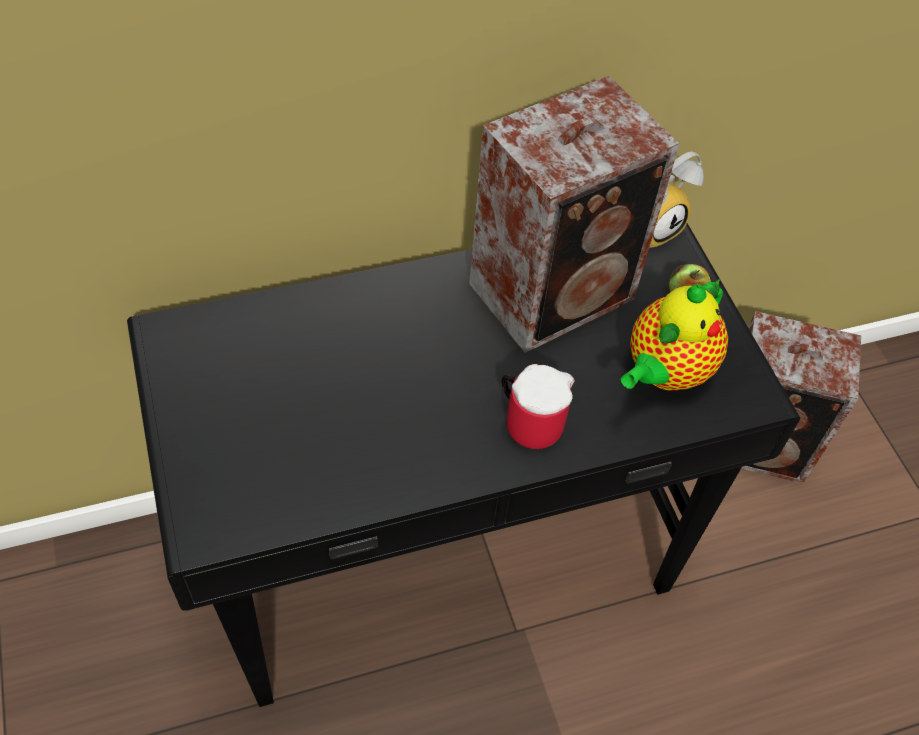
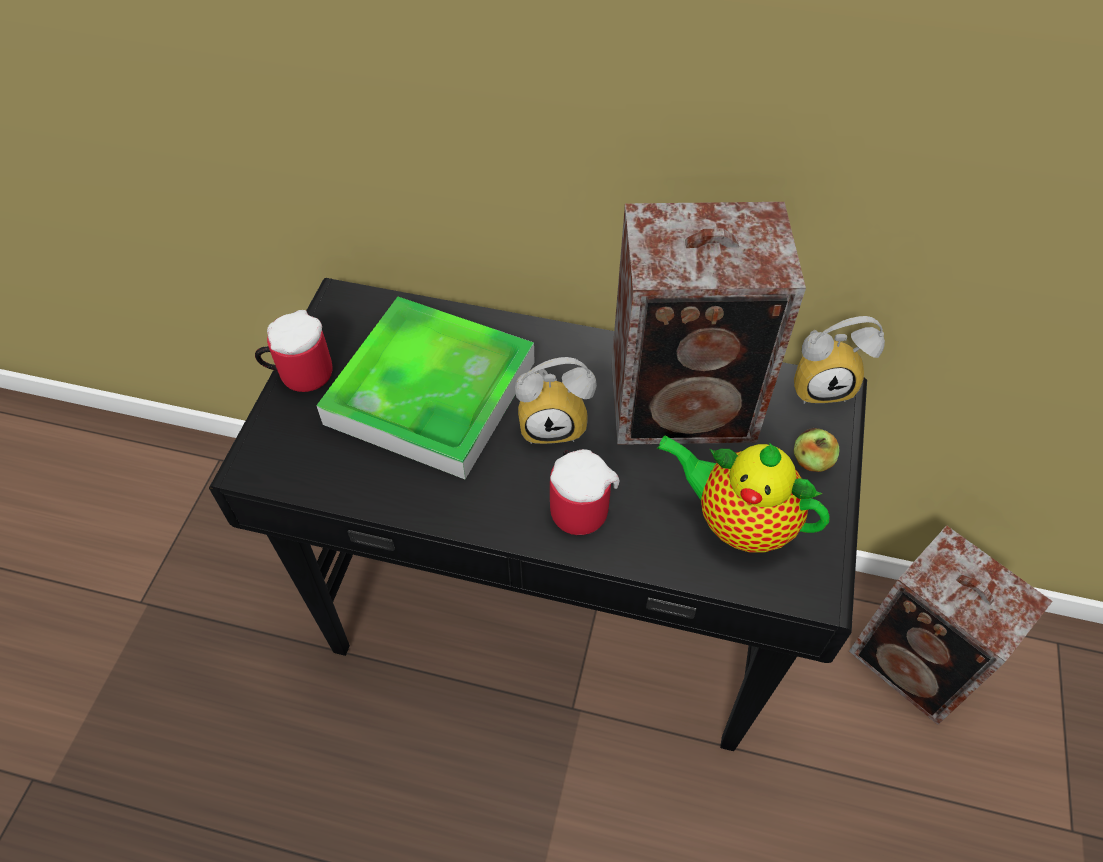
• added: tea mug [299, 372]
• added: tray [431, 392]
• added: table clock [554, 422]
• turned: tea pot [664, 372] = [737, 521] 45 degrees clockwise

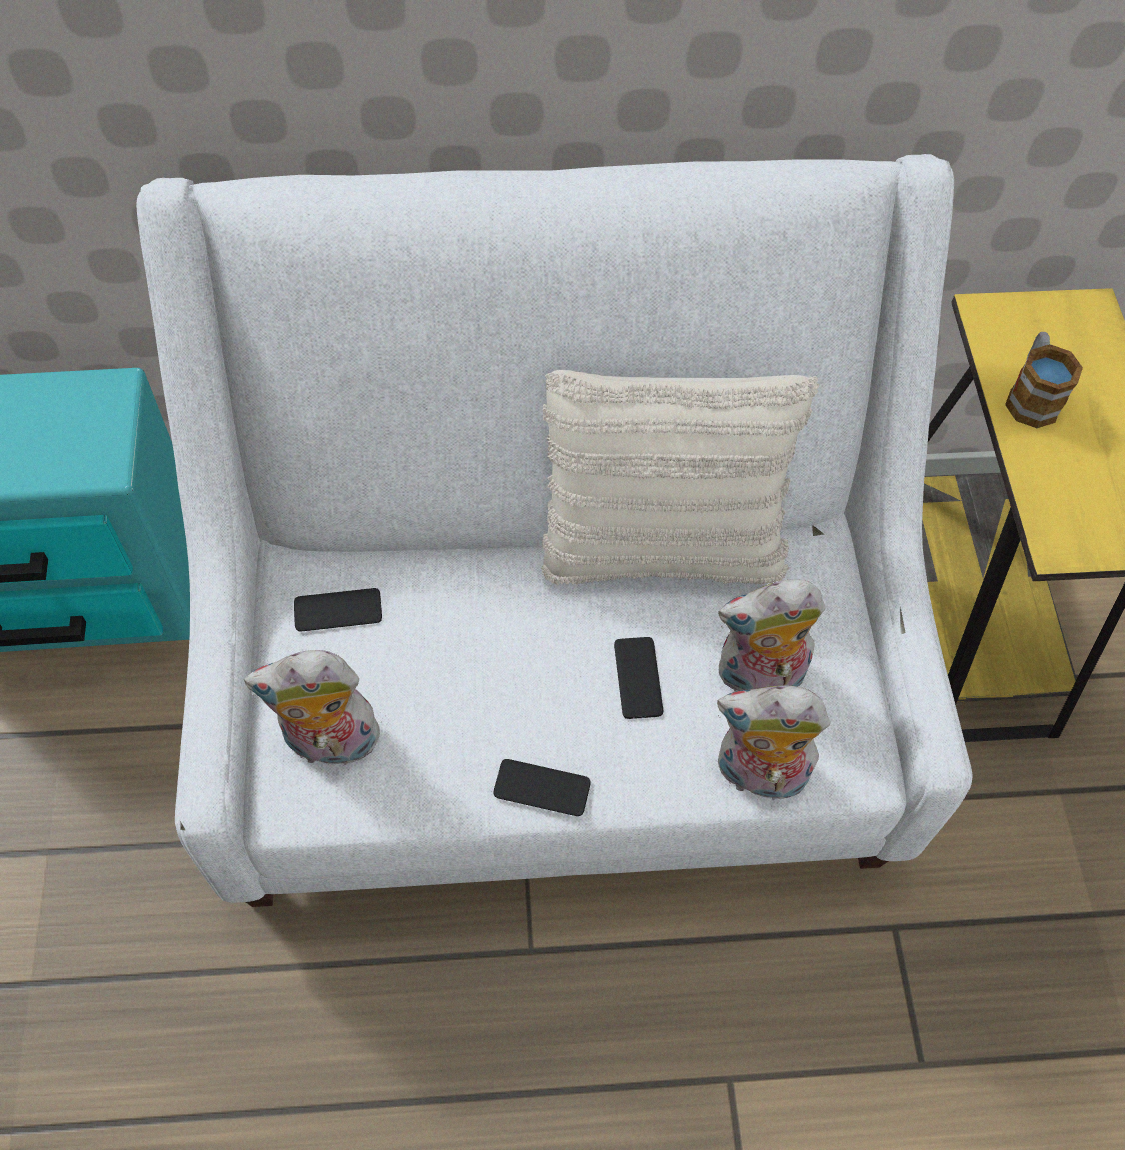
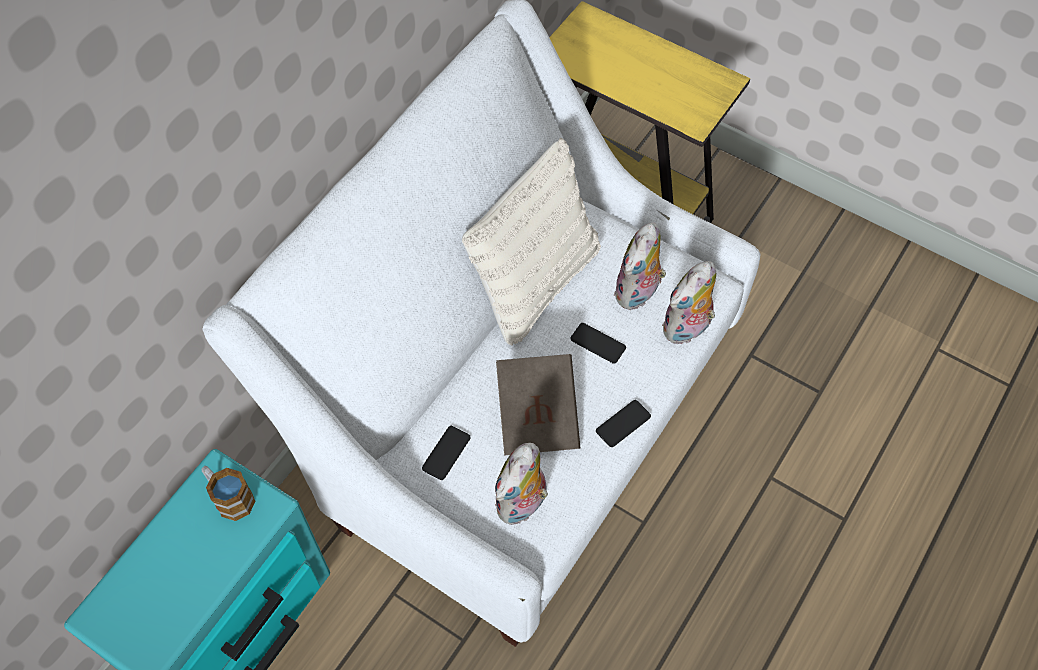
• moved: tea mug [1030, 396] to [229, 497]
• added: brown book [537, 416]

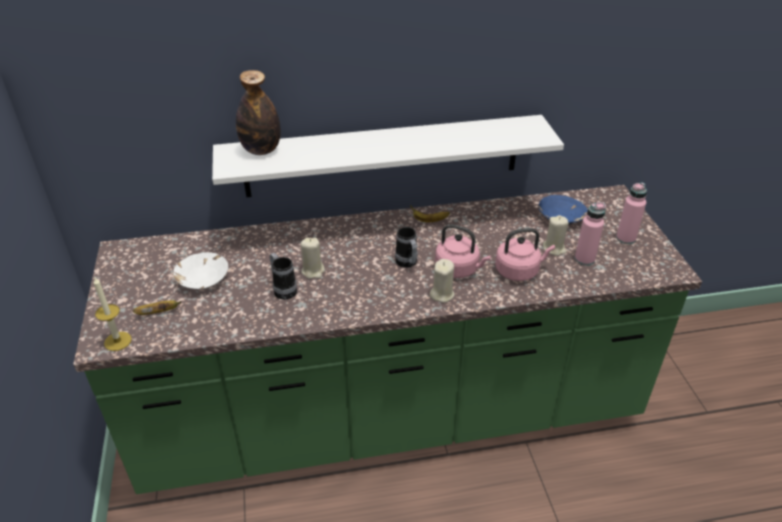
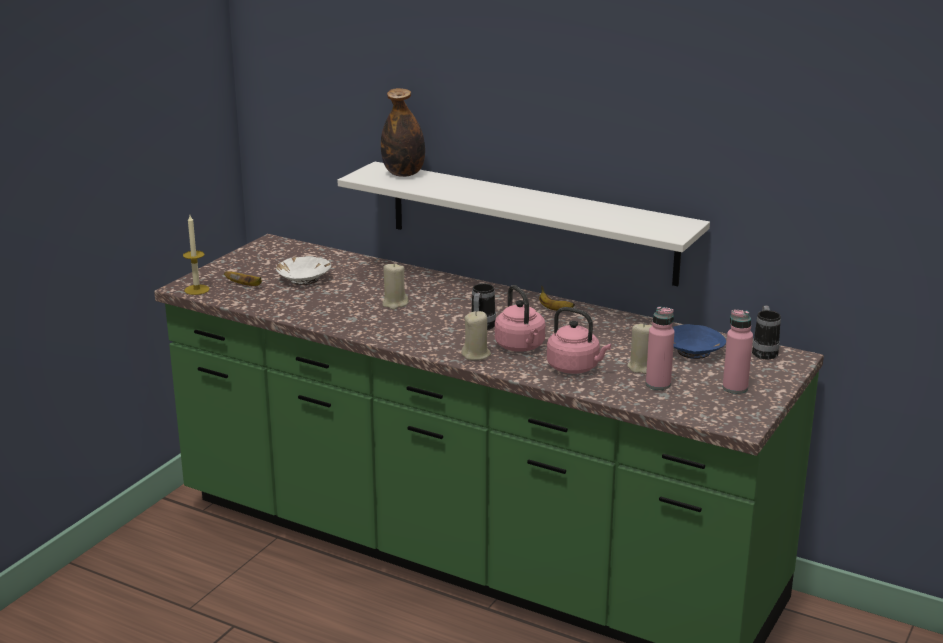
• moved: tea mug [283, 289] to [764, 351]

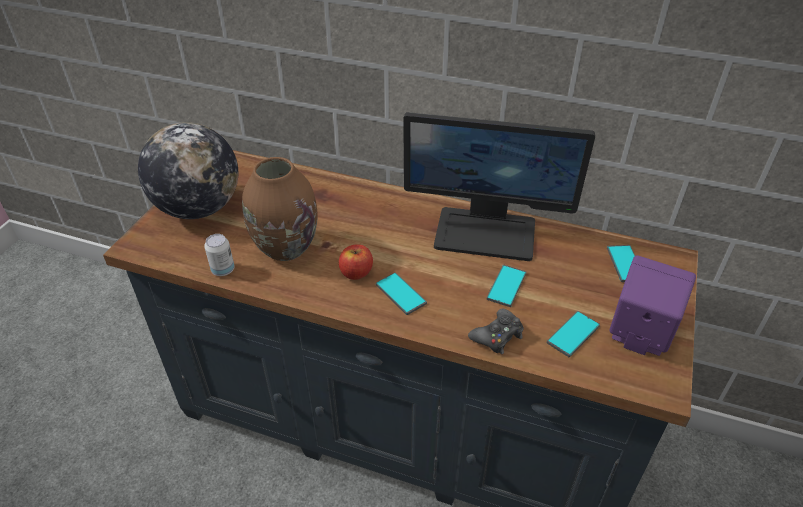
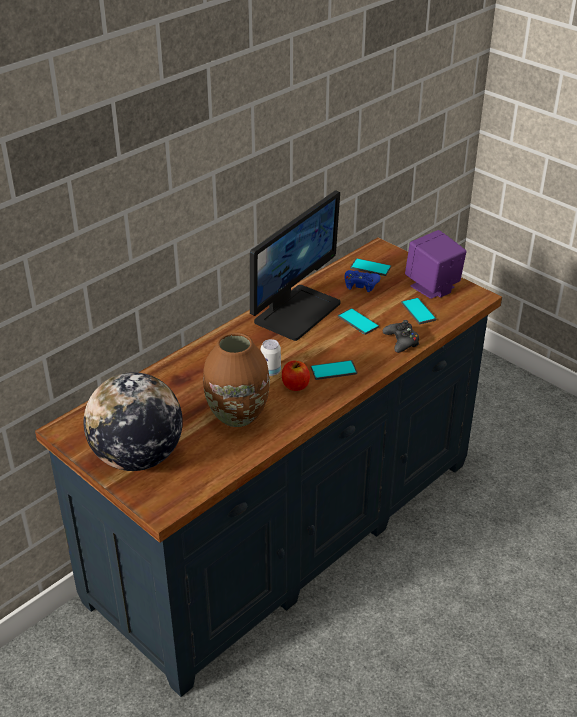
• moved: metal can [223, 270] to [271, 371]
• added: blue-coloured joypad [360, 284]

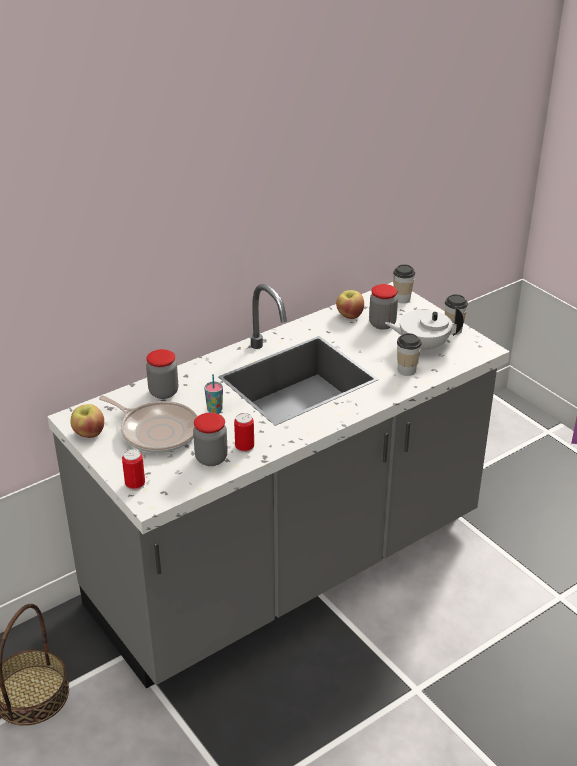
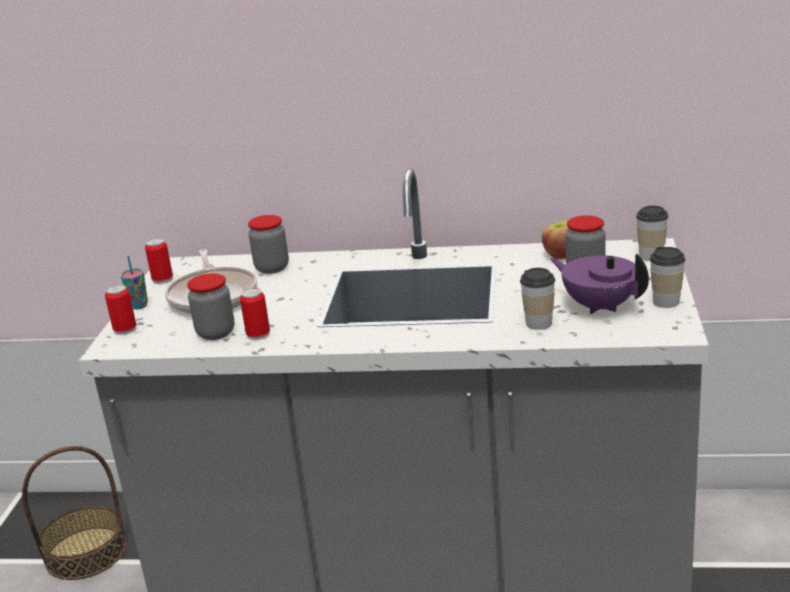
• moved: cup [214, 411] to [139, 306]
• replaced: apple fruit [89, 433] to metal can [162, 279]
• recoloured: whitish tea pot [423, 346] to purplish tea pot [599, 306]

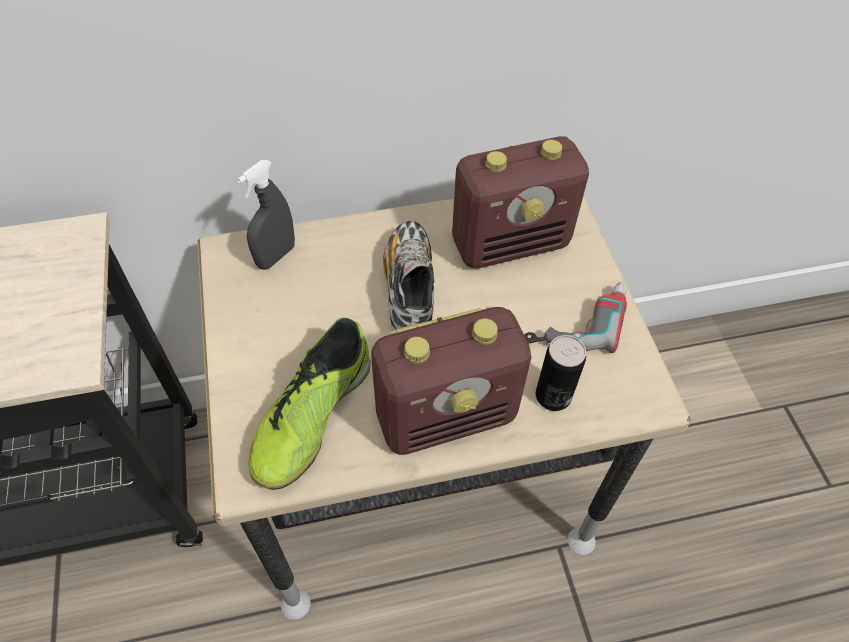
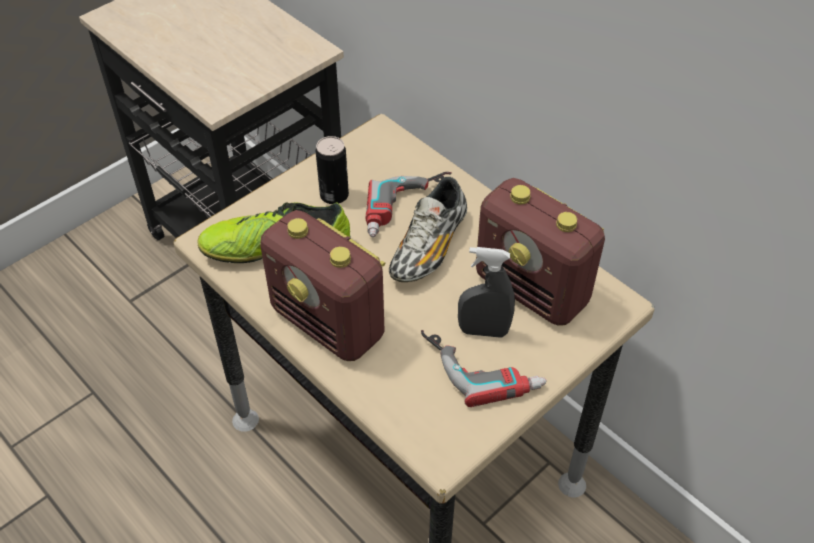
• moved: metal can [553, 396] to [334, 195]
• added: power drill [409, 209]
• turned: shoe [409, 289] = [429, 248] 150 degrees clockwise
• moved: gray hand sprayer [276, 256] to [483, 331]

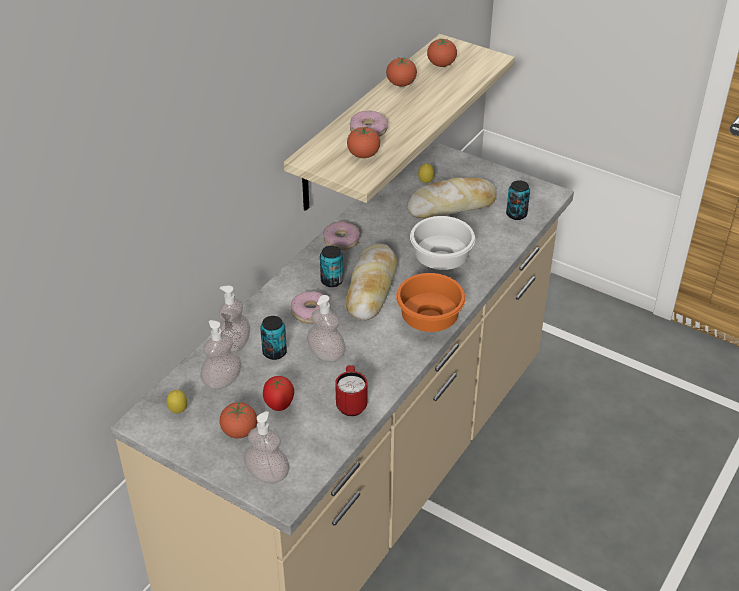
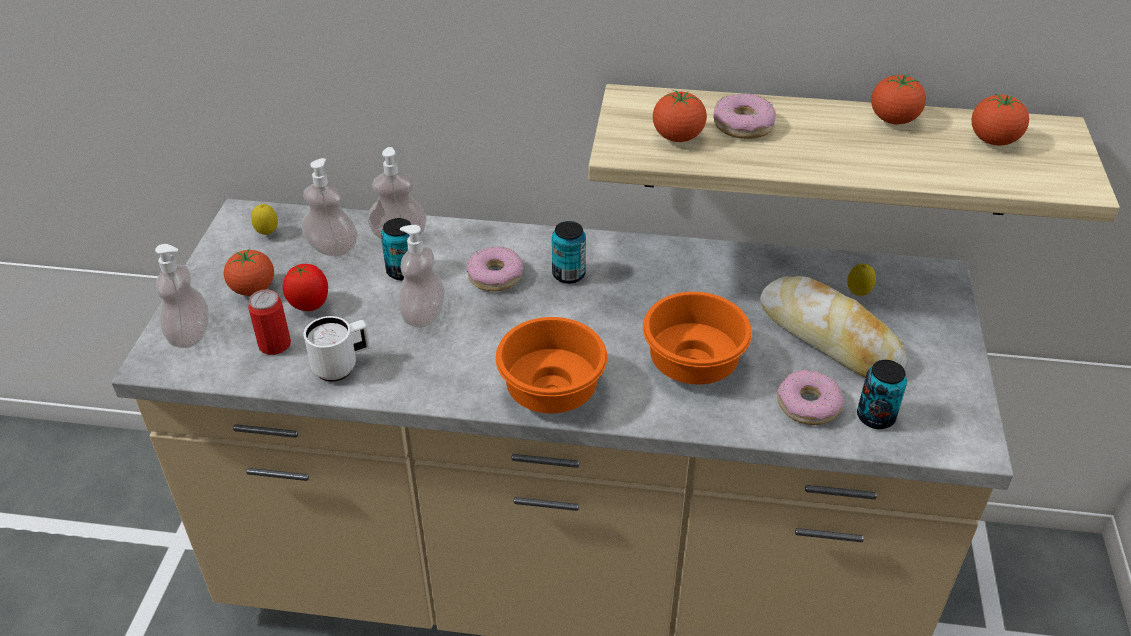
• added: metal can [274, 345]
• recoloured: red tea mug [351, 403] to whitish tea mug [342, 367]
• recoloured: whitish deep dish [439, 260] to orangey deep dish [690, 362]
• moved: doughnut [341, 240] to [808, 405]
• removed: bread [371, 288]

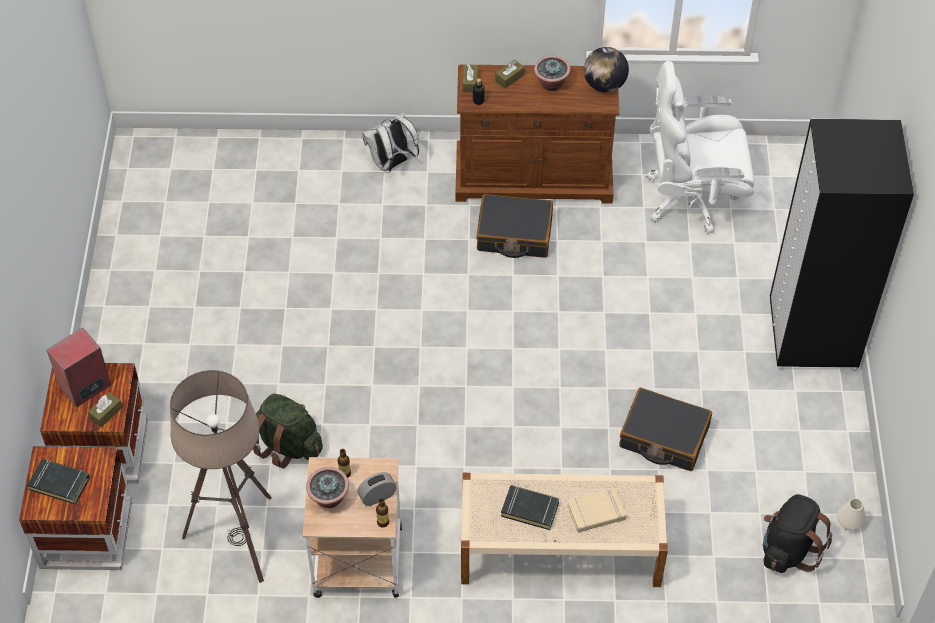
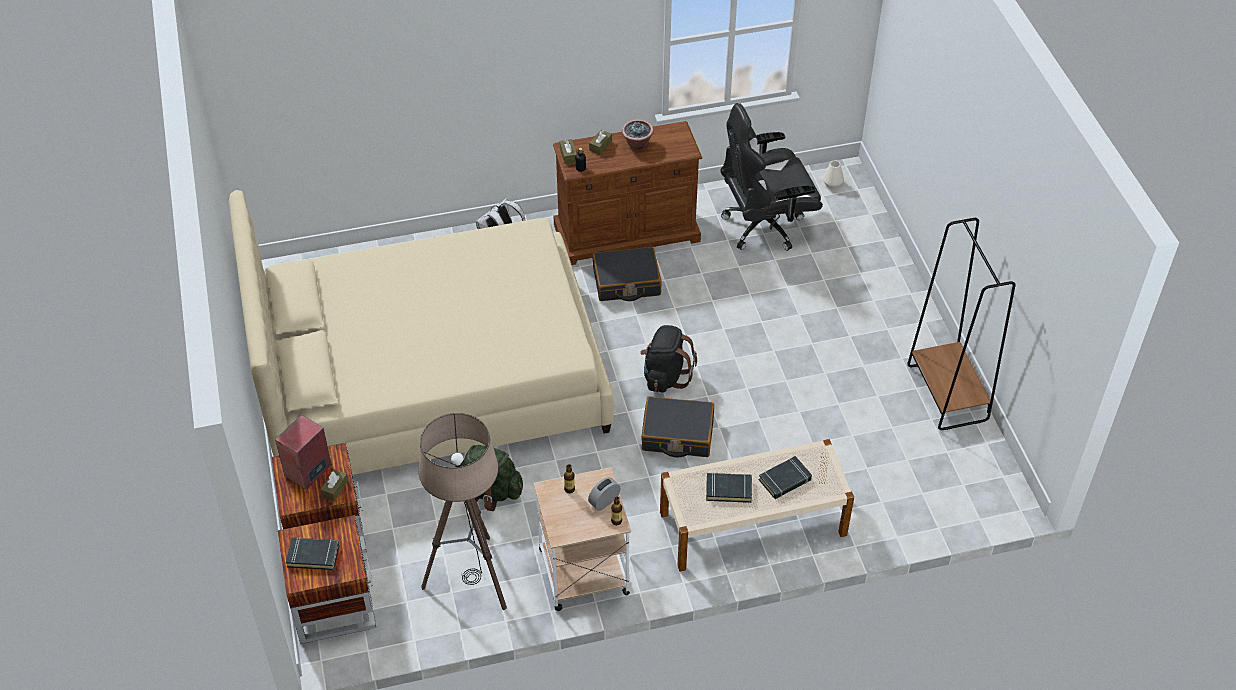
• added: beige-coloured bedroom bed [430, 379]
• moved: black knapsack [788, 549] to [665, 376]
• moved: black suitcase [664, 437] to [677, 434]
• recoloured: whitish desk chair [695, 198] to black desk chair [767, 225]
• recoloured: beige-coloured book [596, 513] to black book [785, 480]
• moved: whitish decorative vase [849, 523] to [832, 184]
• added: clothes rack [947, 394]
• removed: houseplant [329, 498]
• removed: globe [604, 85]
• removed: clothes cupboard [813, 336]

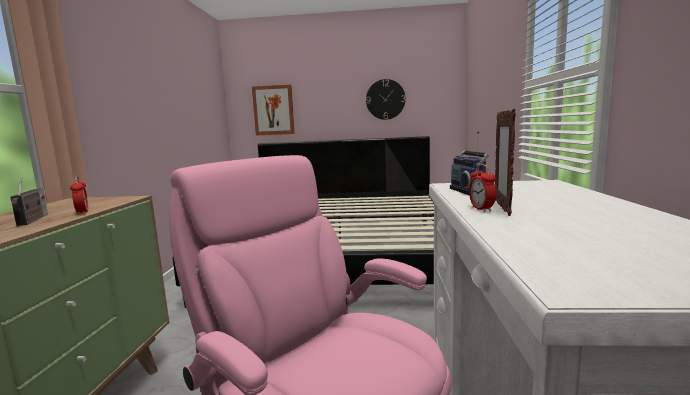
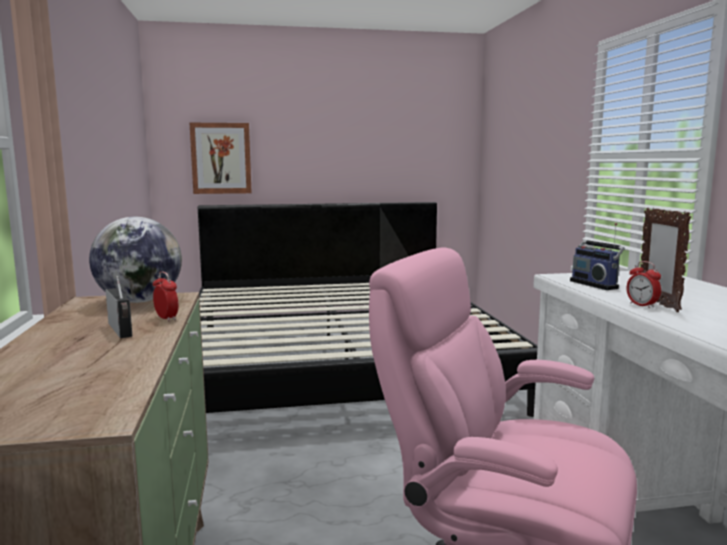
• added: globe [139, 301]
• removed: clock on the wall [385, 99]

